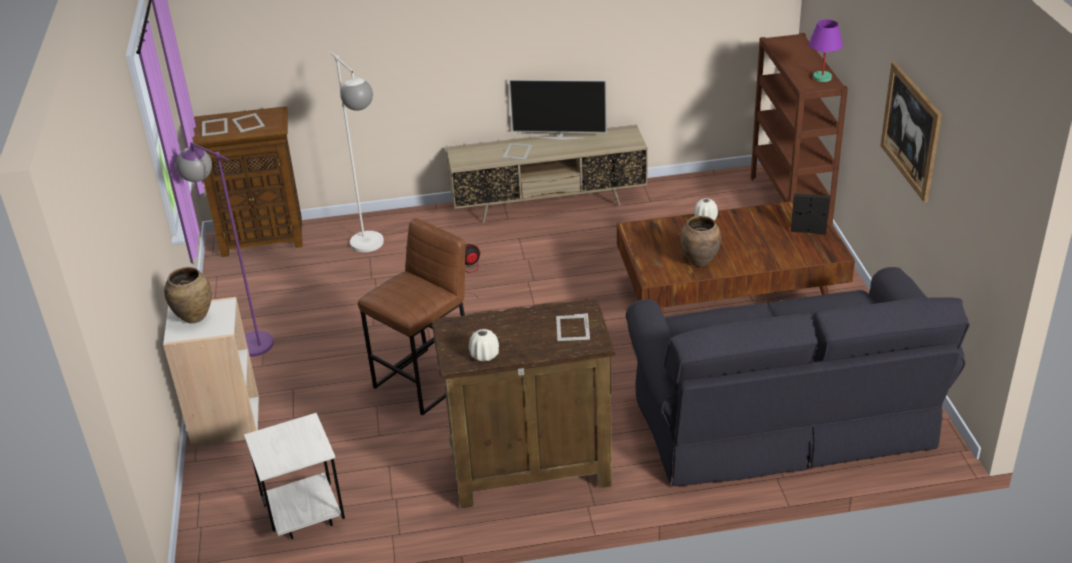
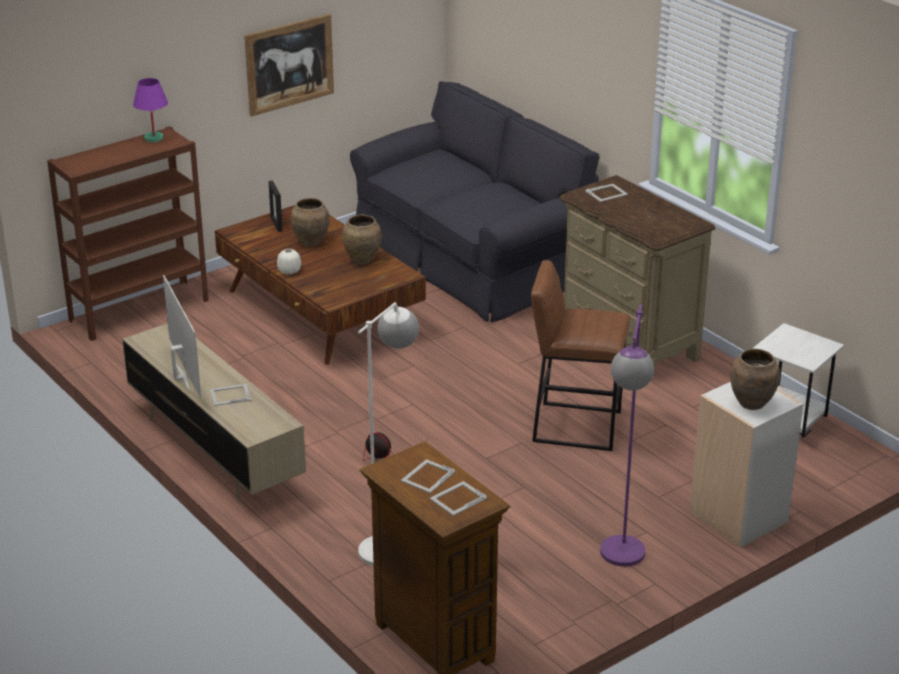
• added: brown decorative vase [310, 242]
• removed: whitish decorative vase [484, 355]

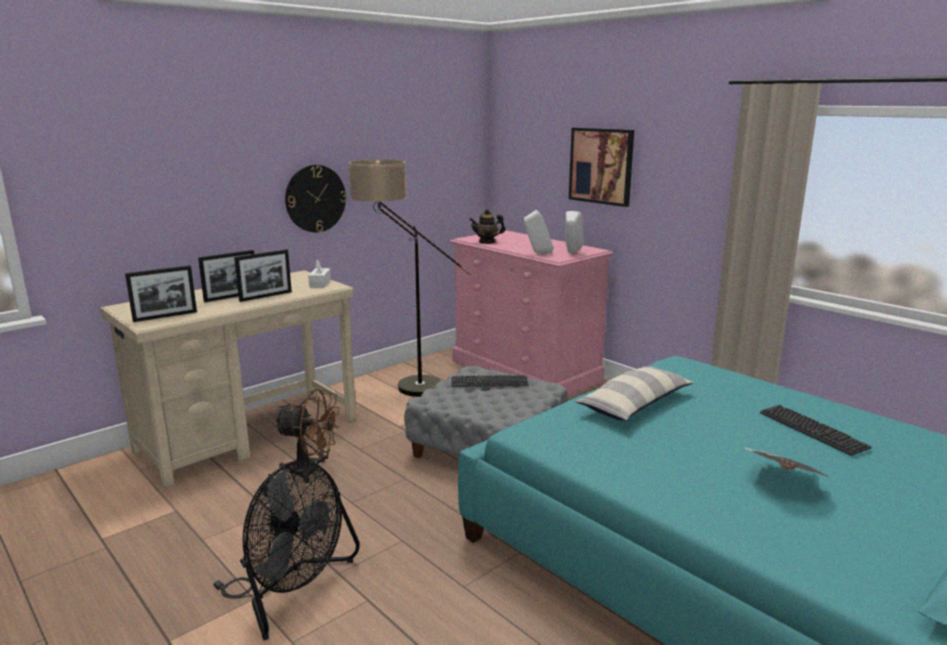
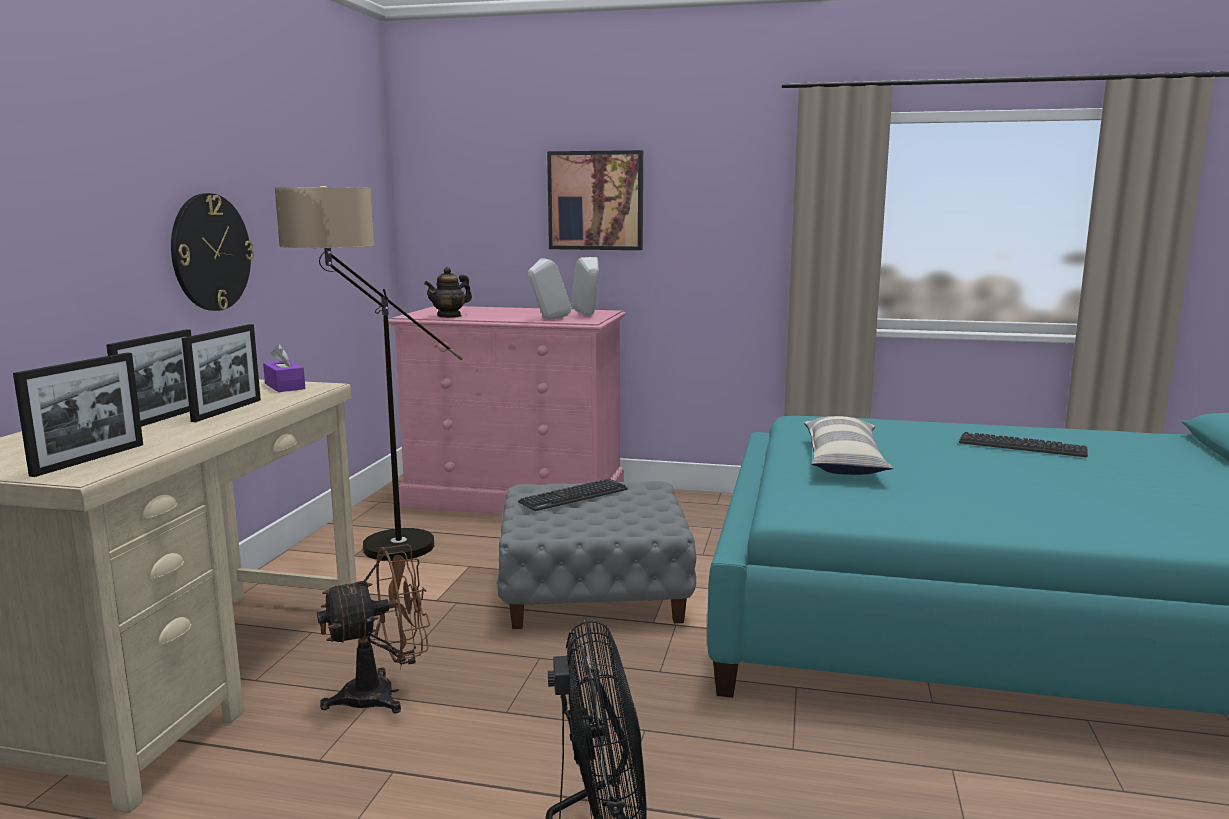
• recoloured: whitish tissue holder [320, 284] to purplish tissue holder [284, 386]
• removed: printed paper [784, 481]

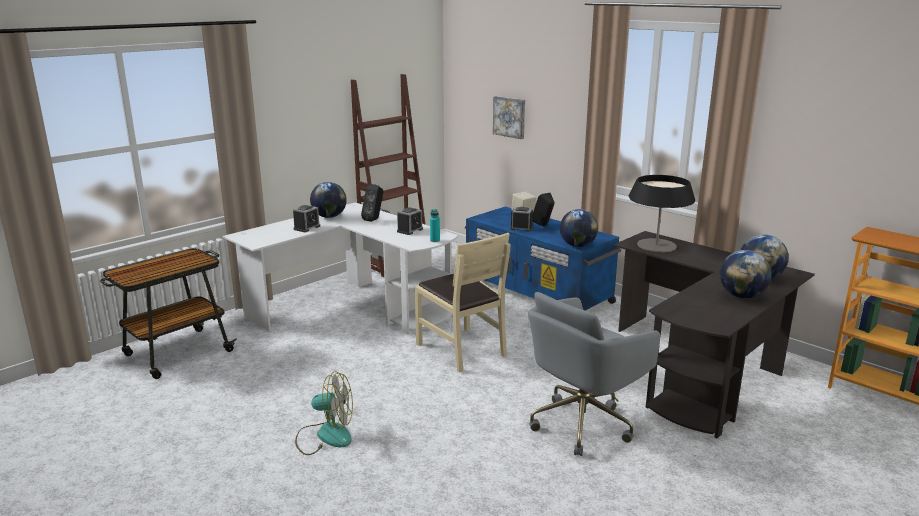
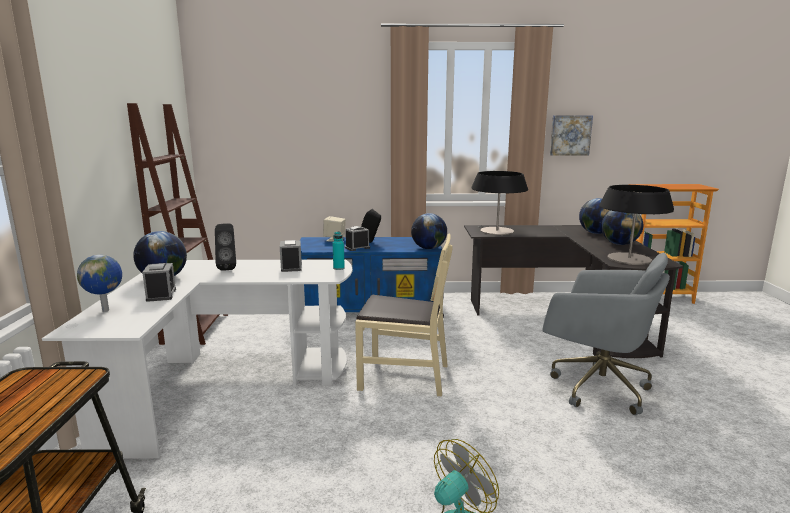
• added: globe [106, 310]
• turned: gray desk chair [584, 424] = [595, 388] 60 degrees counterclockwise
• moved: wall picture [510, 117] to [570, 135]
• added: table lamp [629, 258]

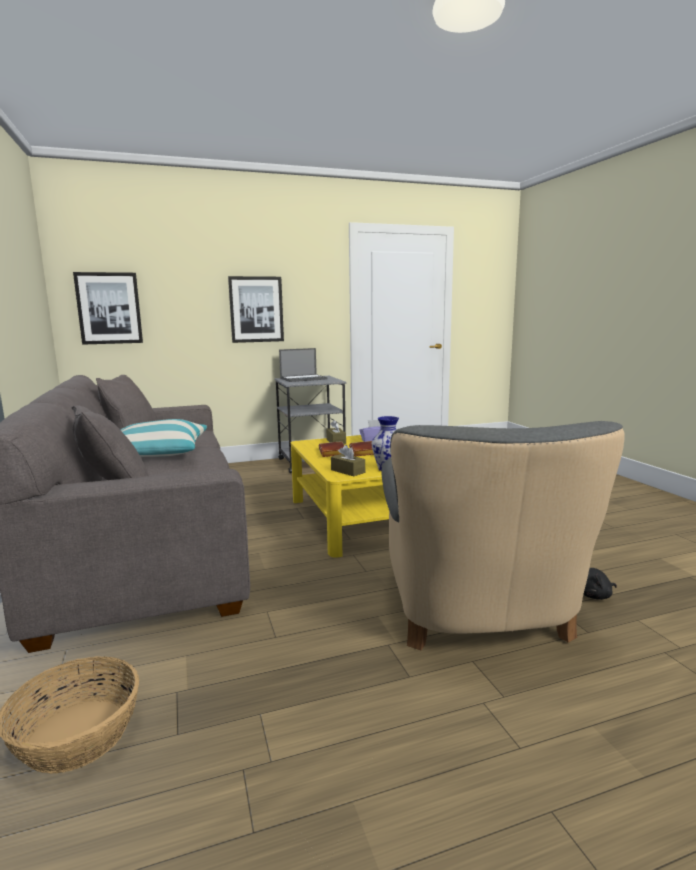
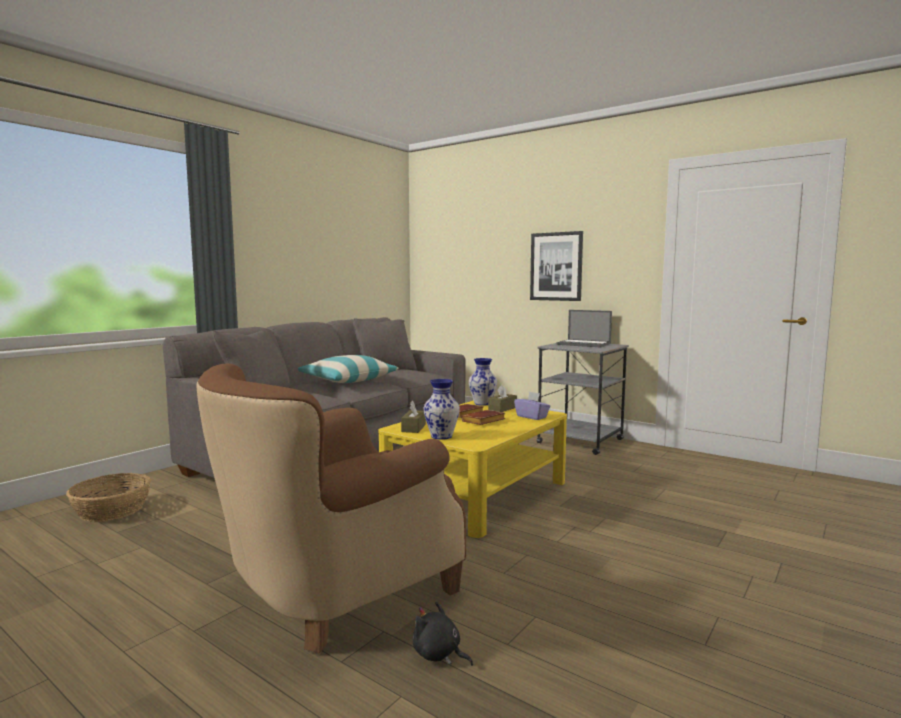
• recoloured: gray easy chair [477, 611] to brown easy chair [335, 590]
• added: decorative vase [482, 403]
• removed: wall picture [109, 308]

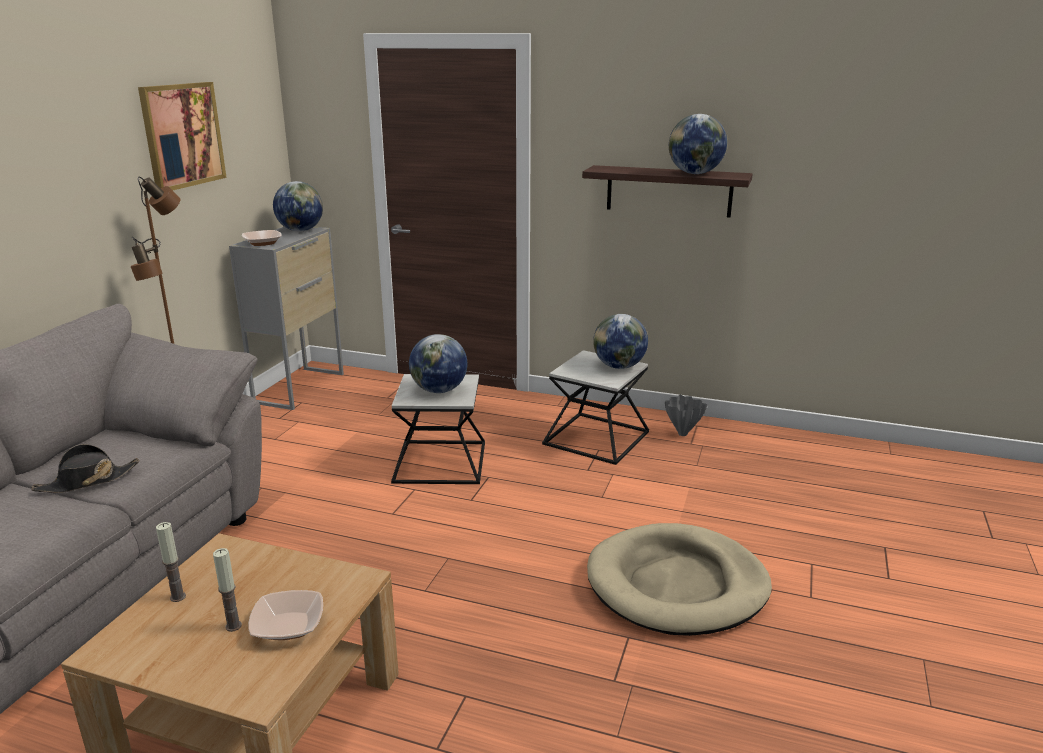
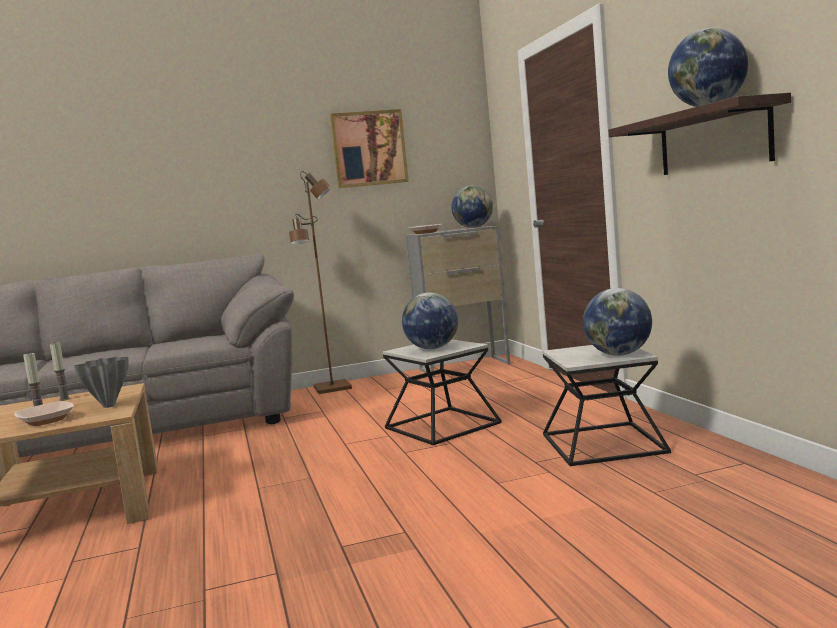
• moved: gray decorative vase [682, 434] to [109, 406]
• removed: black hat [87, 481]
• removed: beige-coloured pet bed [677, 585]

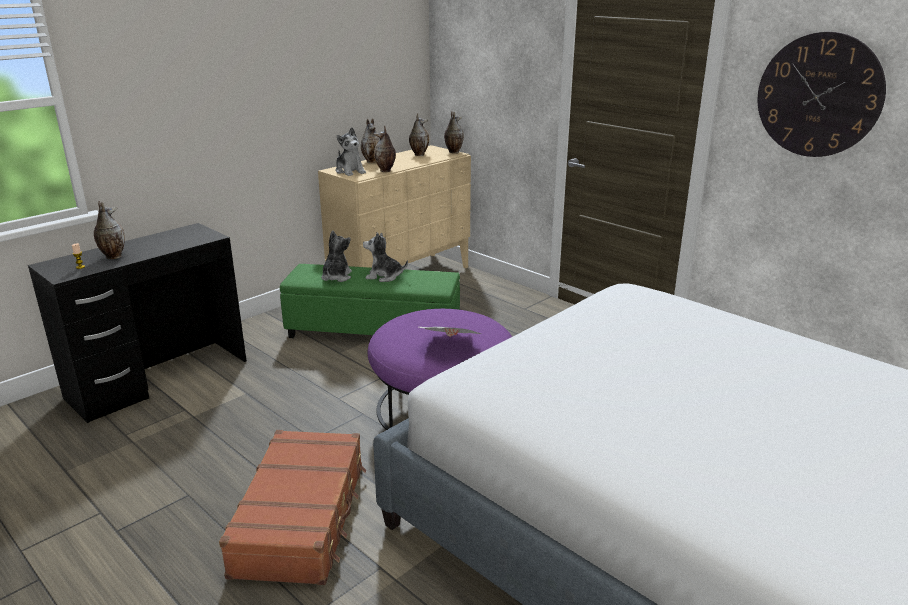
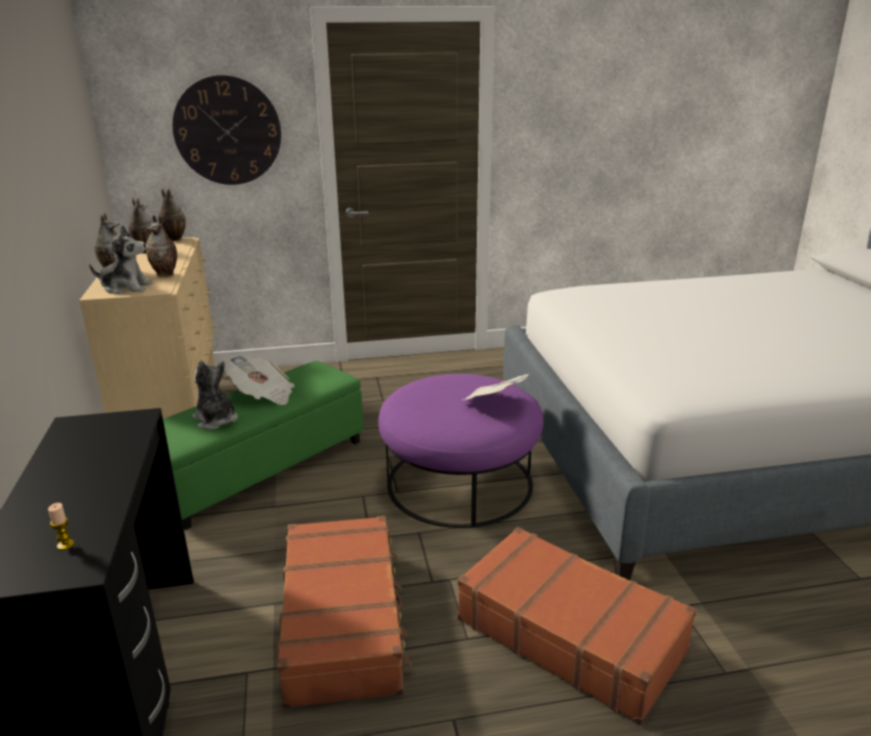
• moved: clock on the wall [818, 95] to [227, 131]
• replaced: plush toy [384, 276] to printed paper [263, 395]
• added: brown suitcase [343, 621]
• removed: decorative vase [112, 256]

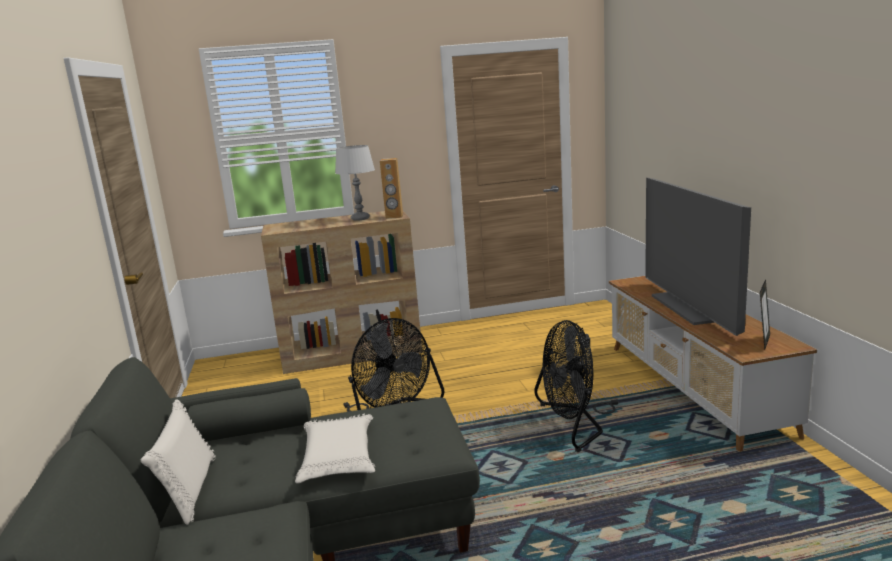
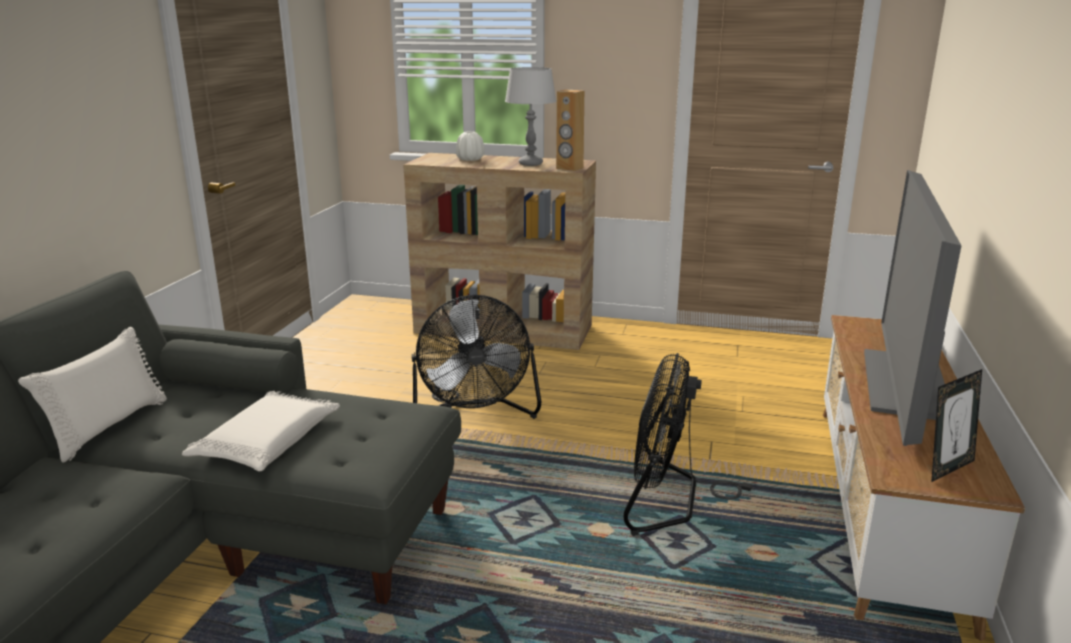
• added: whitish decorative vase [470, 159]

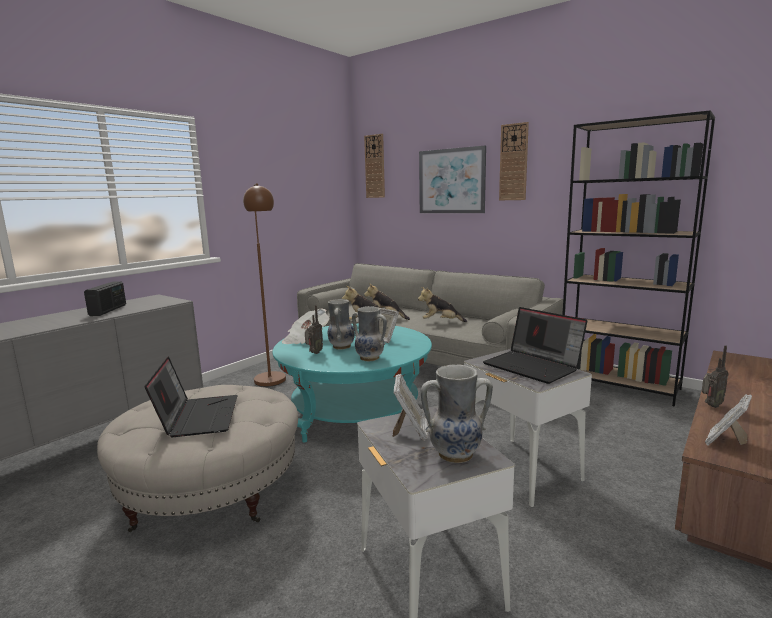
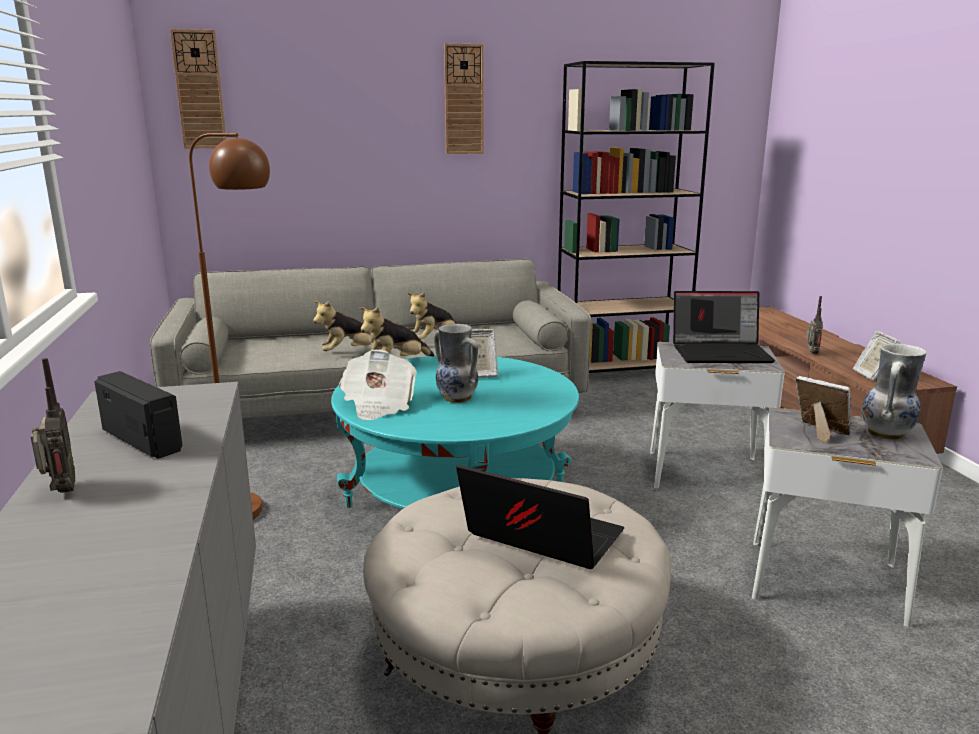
• moved: radio set [314, 353] to [60, 492]
• removed: decorative vase [370, 358]
• removed: wall picture [451, 181]

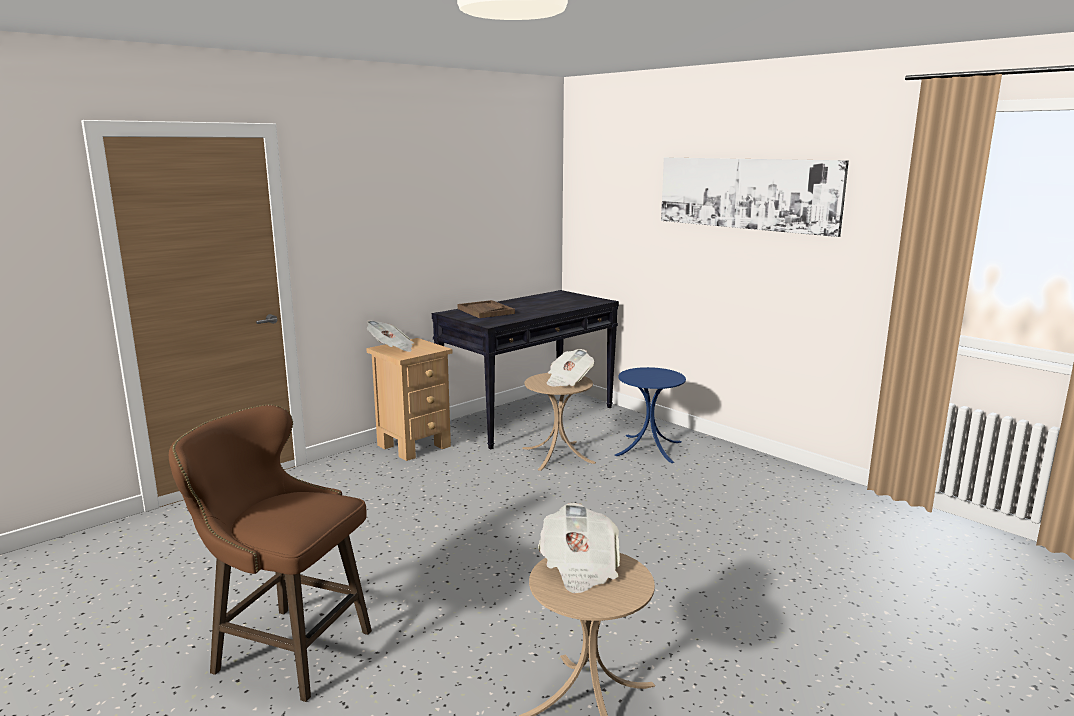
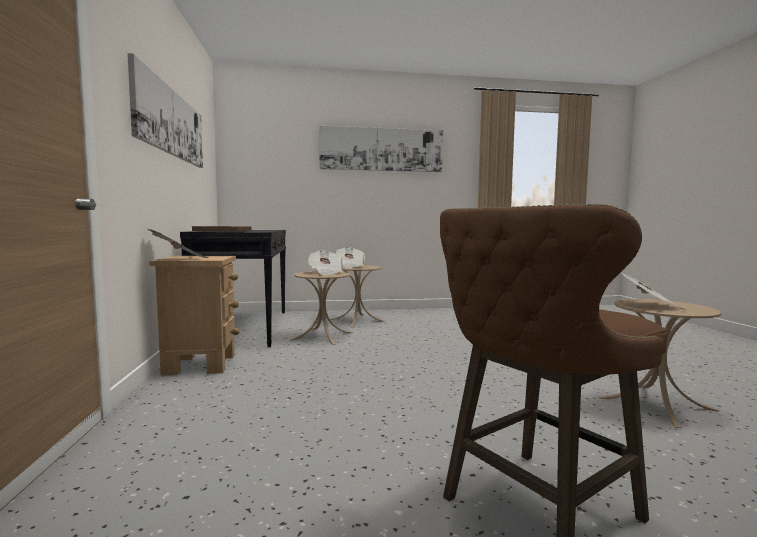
• added: wall picture [171, 123]
• recoloured: blue-coloured accent table [648, 448] to beige-coloured accent table [357, 320]
• added: printed paper [349, 266]

